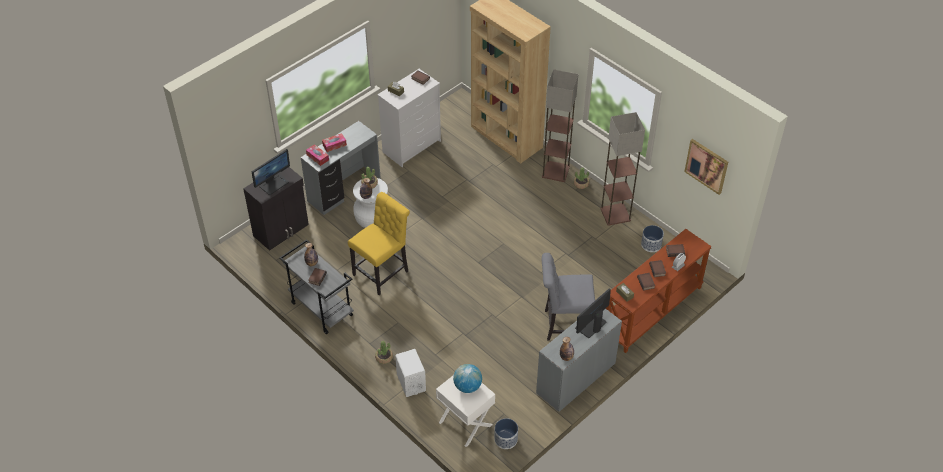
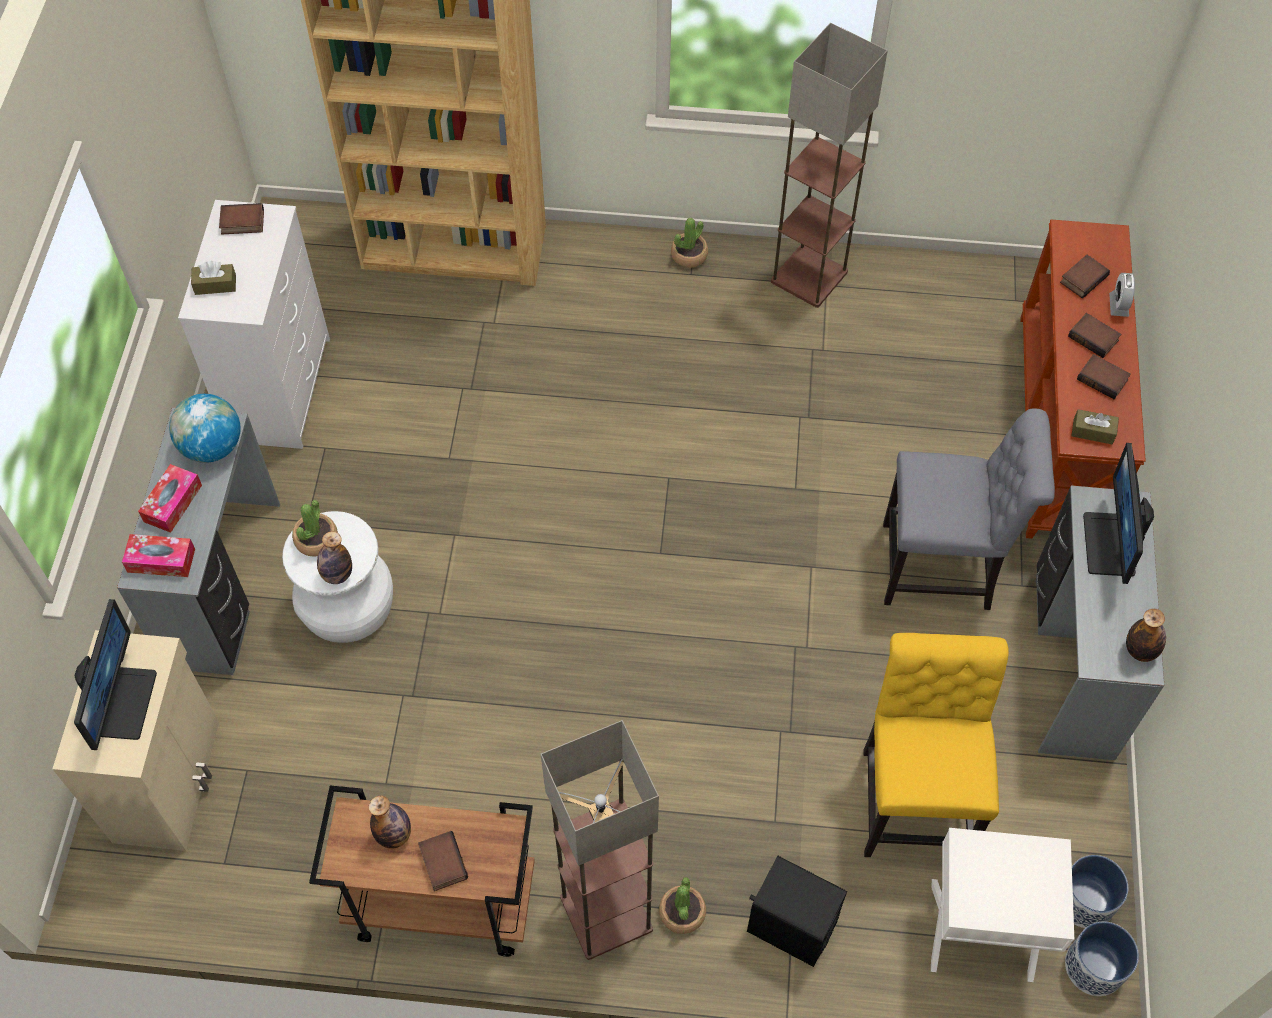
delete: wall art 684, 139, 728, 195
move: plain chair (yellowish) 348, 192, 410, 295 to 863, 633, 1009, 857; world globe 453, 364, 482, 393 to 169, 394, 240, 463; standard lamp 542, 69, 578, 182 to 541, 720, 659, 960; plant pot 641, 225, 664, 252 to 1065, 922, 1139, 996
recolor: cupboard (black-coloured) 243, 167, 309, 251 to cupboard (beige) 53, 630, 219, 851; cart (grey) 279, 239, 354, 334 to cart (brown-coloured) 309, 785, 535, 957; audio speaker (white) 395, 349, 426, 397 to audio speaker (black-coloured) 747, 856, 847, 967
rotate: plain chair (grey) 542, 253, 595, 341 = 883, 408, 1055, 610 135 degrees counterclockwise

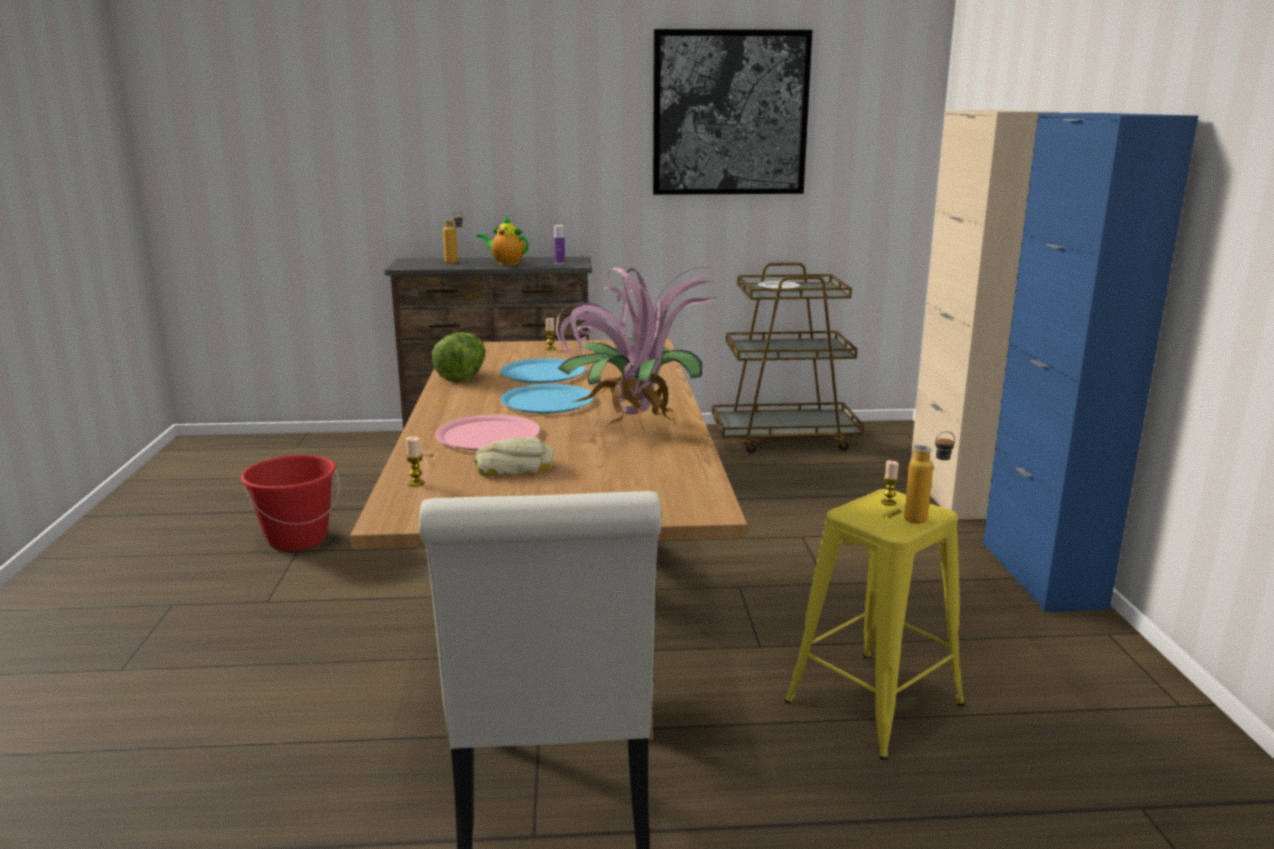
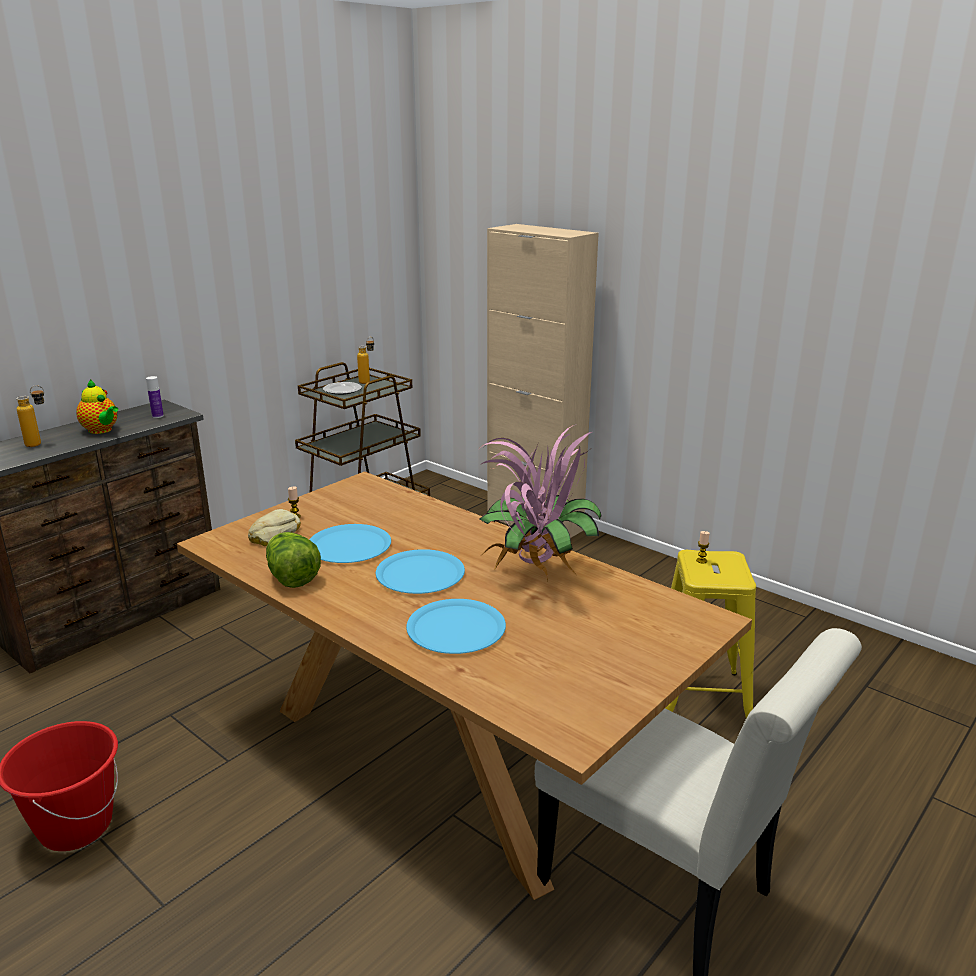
delete: wax candle 406, 436, 425, 487; wall art 653, 29, 813, 195; cupboard (bluish) 983, 113, 1198, 612
move: bread 474, 437, 553, 476 to 248, 509, 301, 546; drink bottle 904, 431, 955, 524 to 357, 337, 374, 384
recolor: dinner plate (pinkish) 435, 414, 540, 451 to dinner plate (bluish) 406, 599, 506, 654
rotate: pot for tea 477, 216, 529, 266 = 76, 380, 118, 434 120 degrees counterclockwise

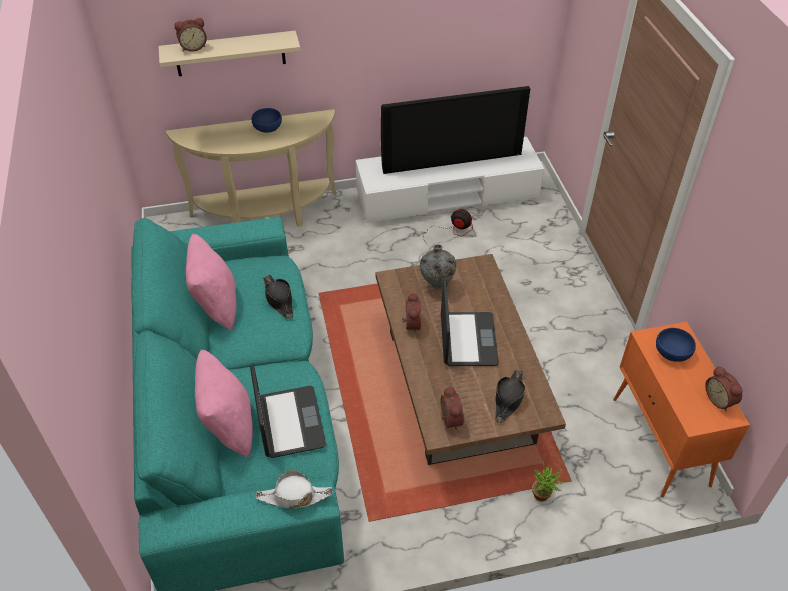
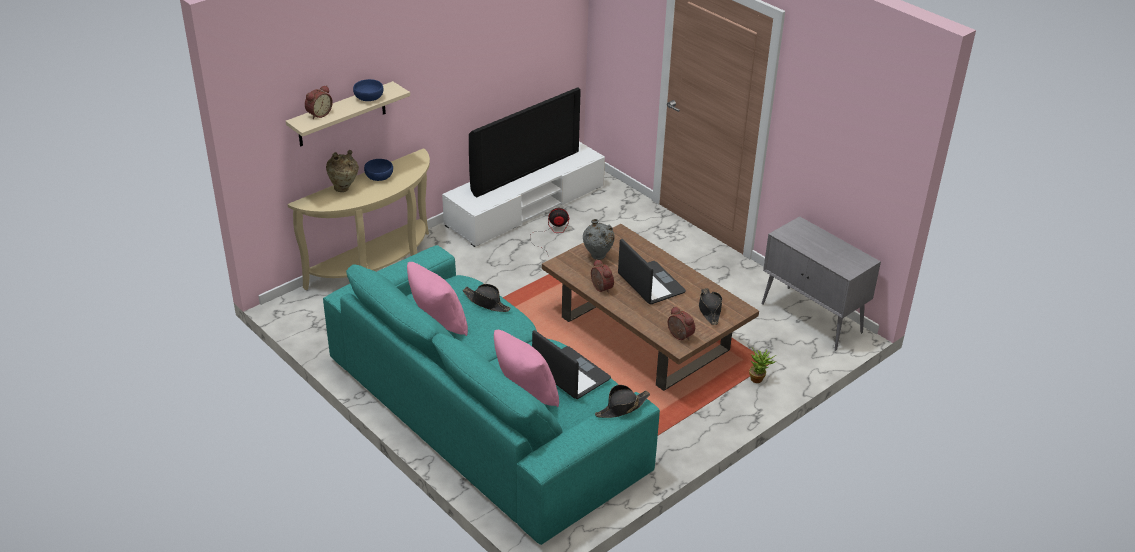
delete: alarm clock 705, 366, 742, 411
insert: flower vase (beige) 326, 150, 359, 192
move: serving bowl (bluish) 656, 328, 696, 362 to 353, 79, 383, 101
recolor: wearable hat (white) 256, 470, 332, 508 to wearable hat (black-coloured) 595, 385, 650, 418; cupboard (orange) 613, 322, 750, 497 to cupboard (grey) 762, 216, 881, 350

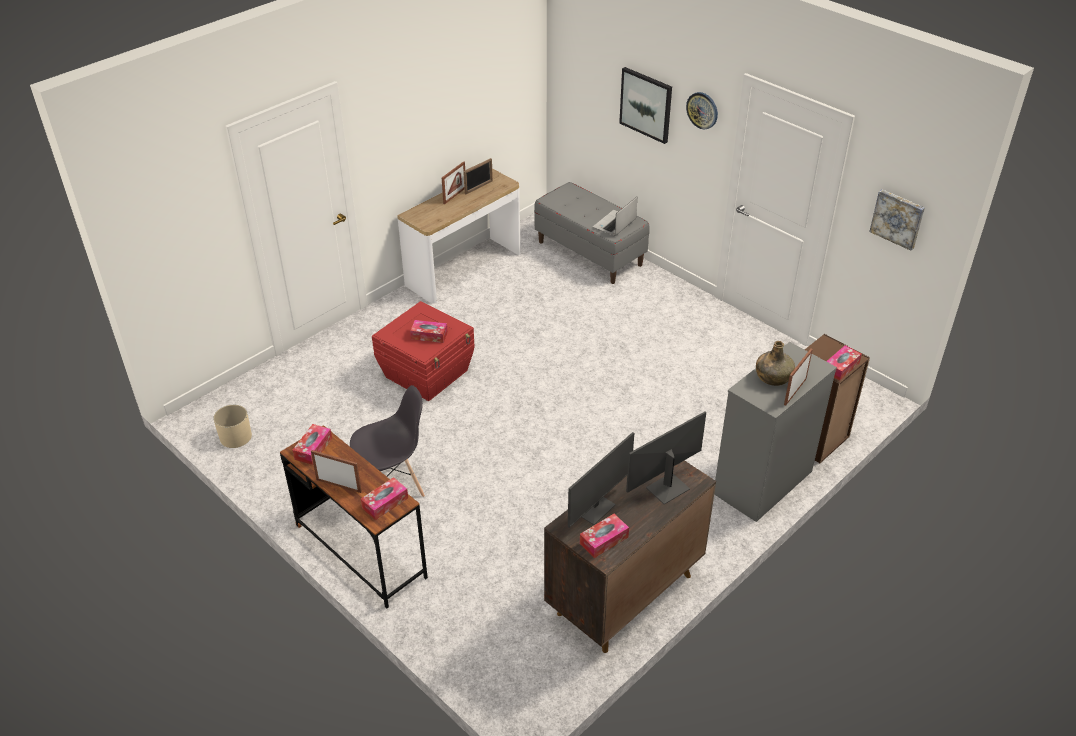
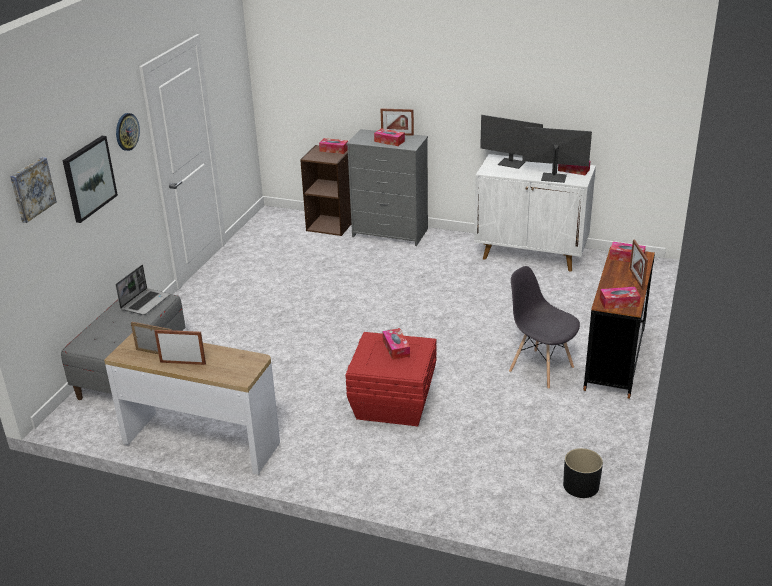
move: wall art 869, 189, 925, 251 to 10, 157, 57, 223
replace: drink bottle (green-coloured) 756, 341, 795, 386 to box of tissues 374, 128, 405, 146
recolor: plant pot (beige) 213, 405, 252, 448 to plant pot (black-coloured) 563, 448, 603, 498; cupboard (brown-coloured) 544, 460, 716, 653 to cupboard (white) 474, 154, 596, 272
rotate: notebook computer 593, 196, 637, 236 = 116, 265, 170, 315 75 degrees counterclockwise

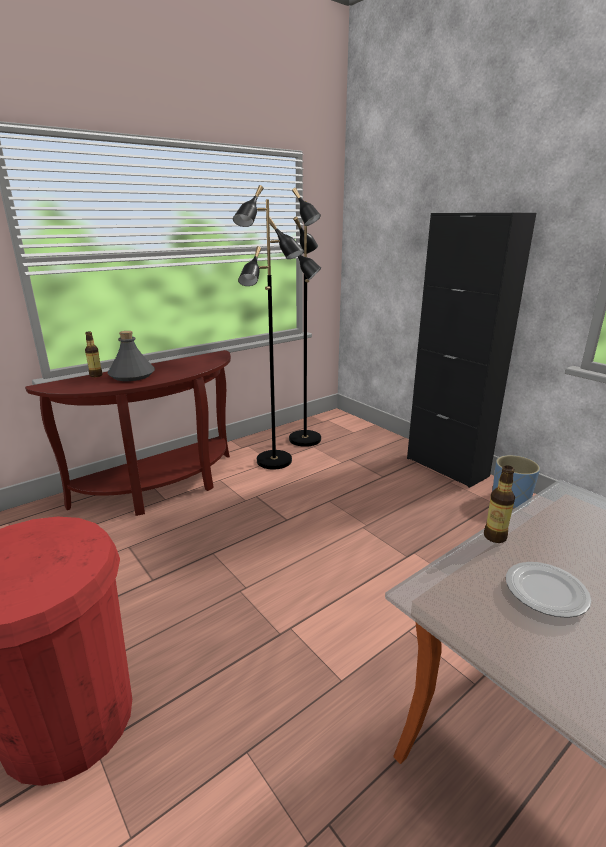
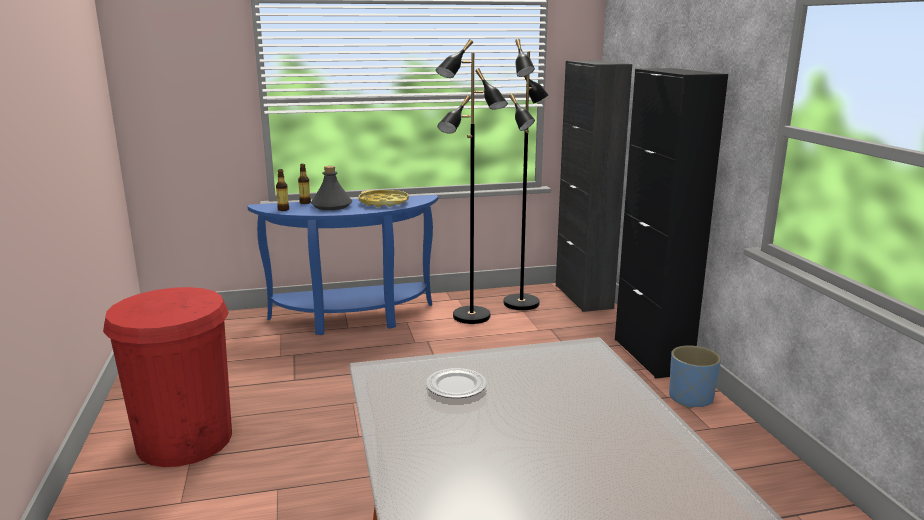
insert: serving tray (yellowish) 359, 190, 409, 208; cupboard (black-coloured) 556, 60, 632, 312
move: drink bottle 484, 465, 515, 543 to 276, 169, 289, 211
recolor: narrow table (brown-coloured) 25, 350, 231, 516 to narrow table (bluish) 248, 195, 438, 335

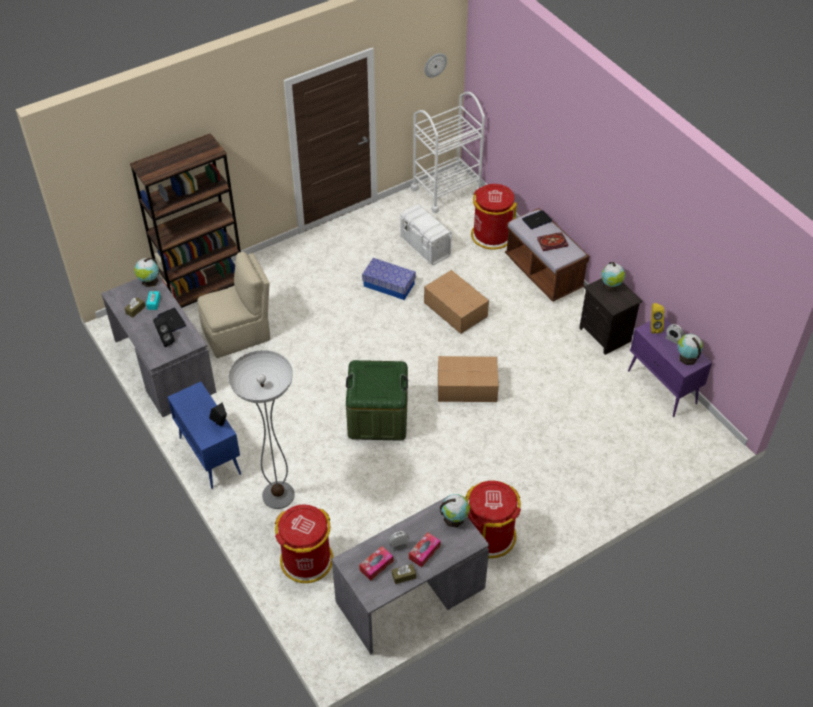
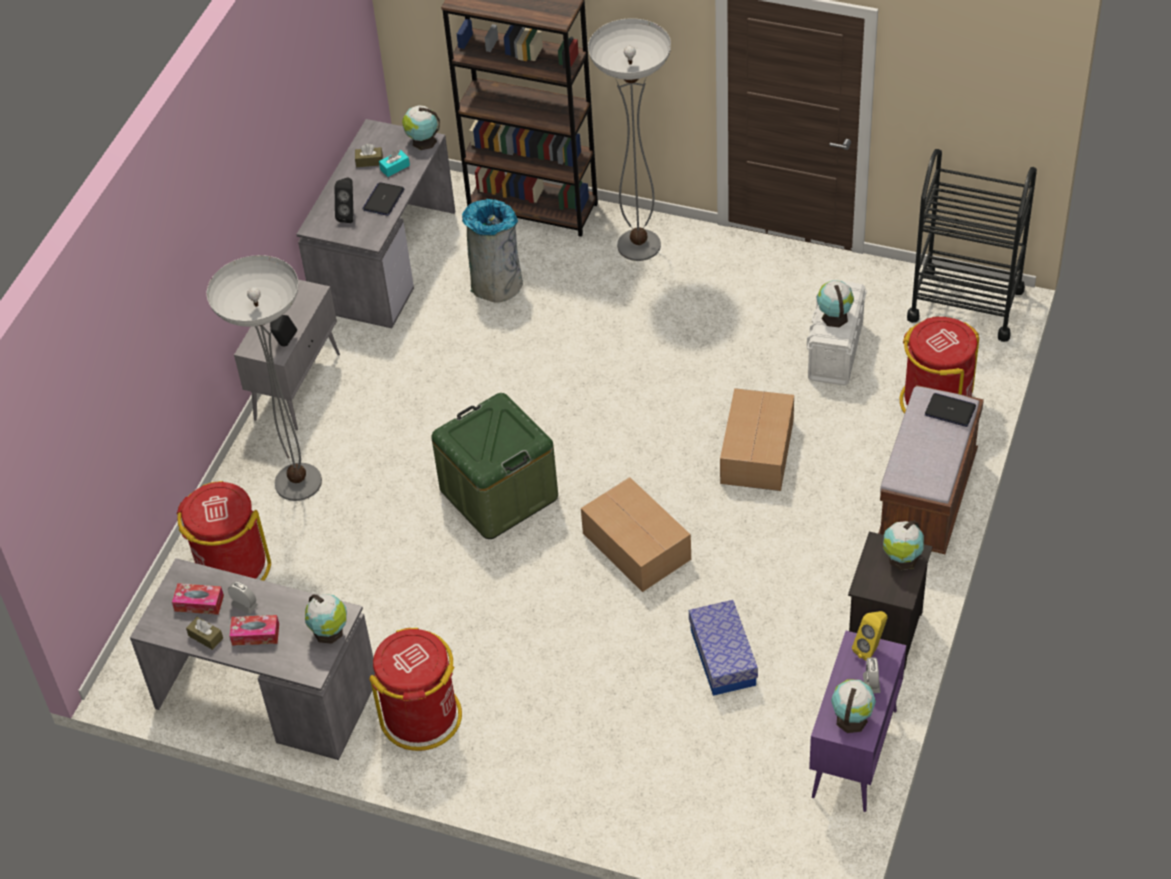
delete: clock on the wall 424, 53, 447, 78; bound book 537, 232, 568, 251
insert: standard lamp 588, 18, 671, 261; world globe 817, 280, 854, 327
move: storage bin 362, 258, 416, 300 to 689, 600, 758, 696
replace: plain chair (beige) 197, 252, 270, 358 to waste bin (grey) 462, 199, 523, 302
recolor: cupboard (bluish) 167, 382, 241, 489 to cupboard (grey) 234, 279, 340, 431; cart (white) 411, 92, 485, 213 to cart (black-coloured) 907, 149, 1037, 342

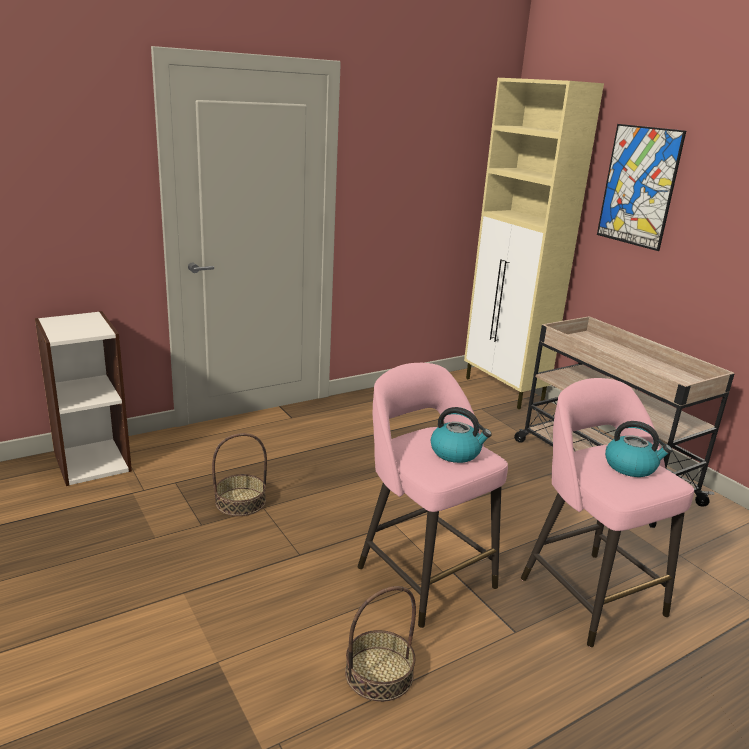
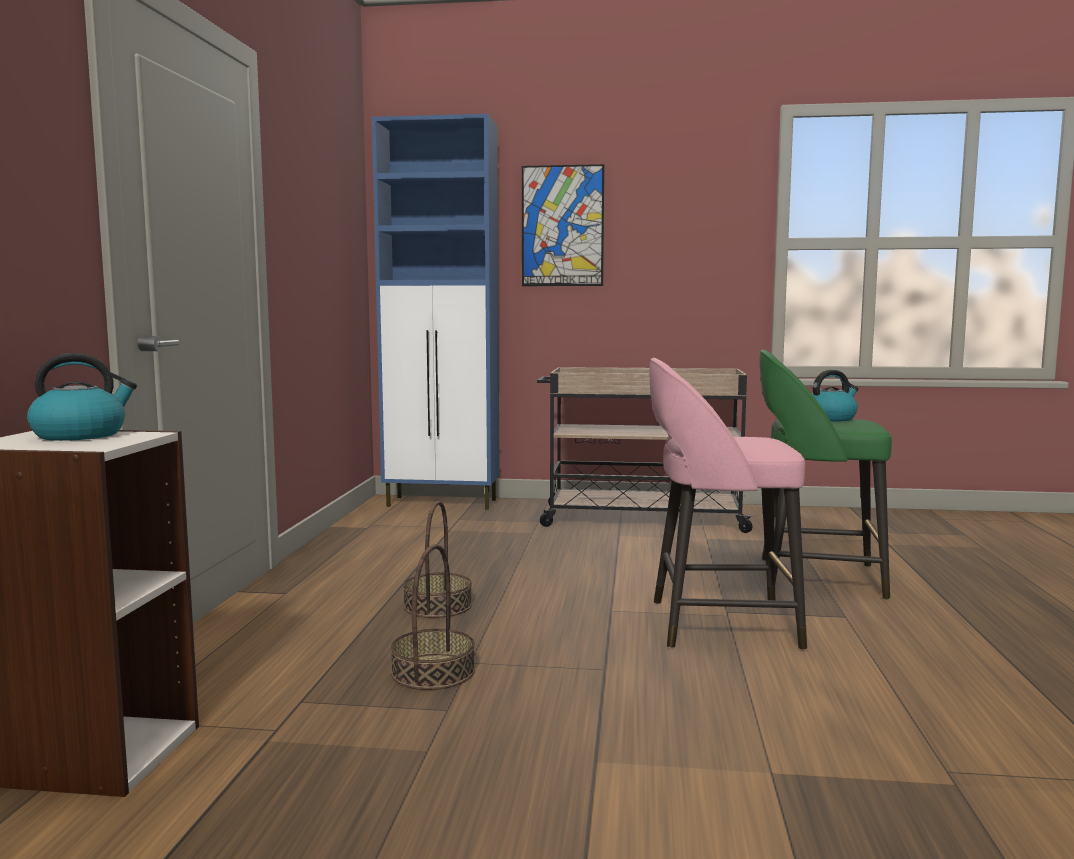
move: storage basket 345, 586, 416, 702 to 403, 501, 472, 618; tea kettle 431, 407, 492, 463 to 27, 353, 137, 441
recolor: cupboard (beige) 464, 78, 604, 409 to cupboard (bluish) 372, 114, 500, 510; stool (pinkish) 521, 378, 694, 647 to stool (green-coloured) 759, 350, 892, 599

